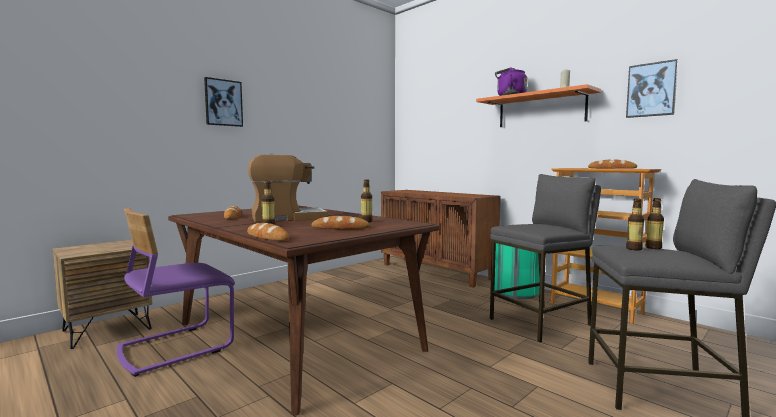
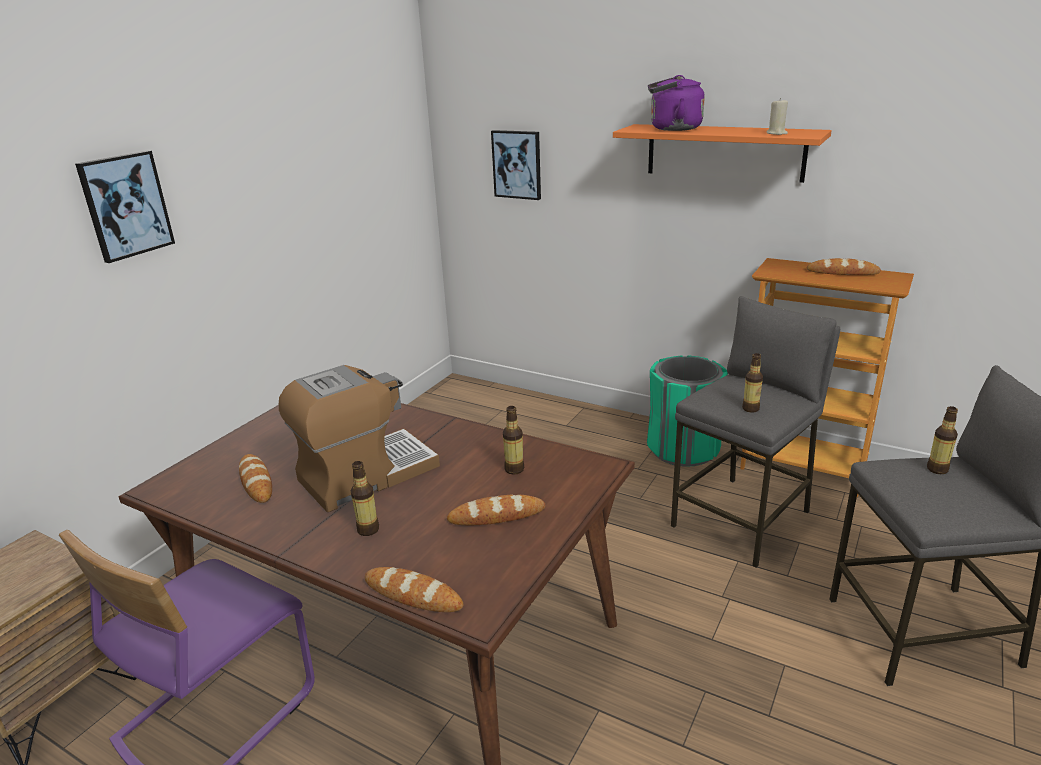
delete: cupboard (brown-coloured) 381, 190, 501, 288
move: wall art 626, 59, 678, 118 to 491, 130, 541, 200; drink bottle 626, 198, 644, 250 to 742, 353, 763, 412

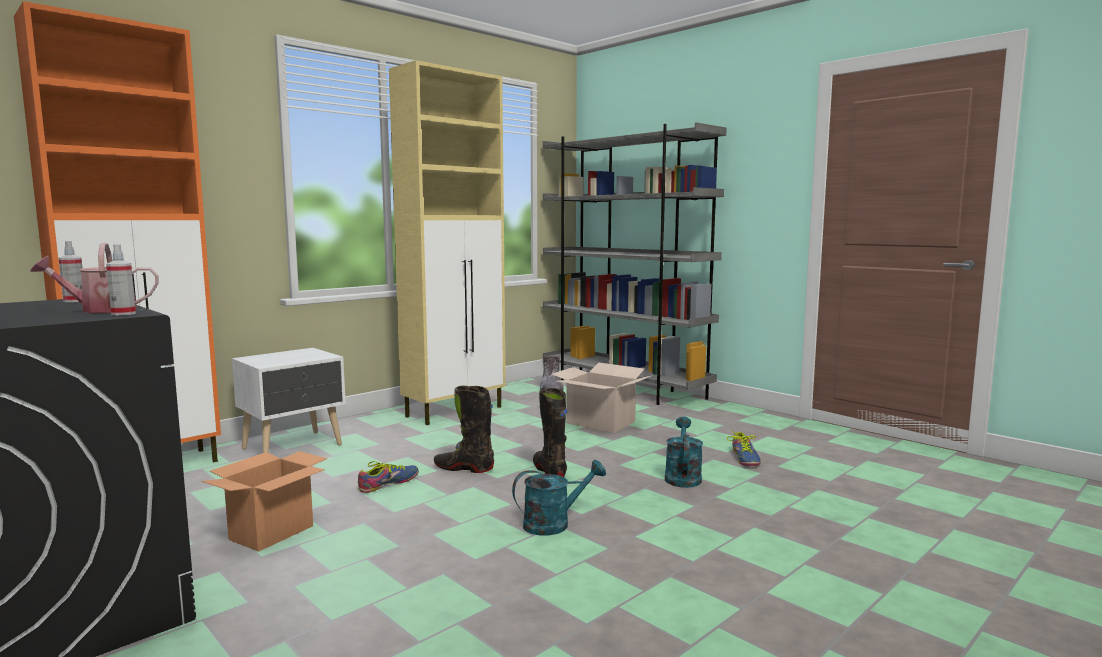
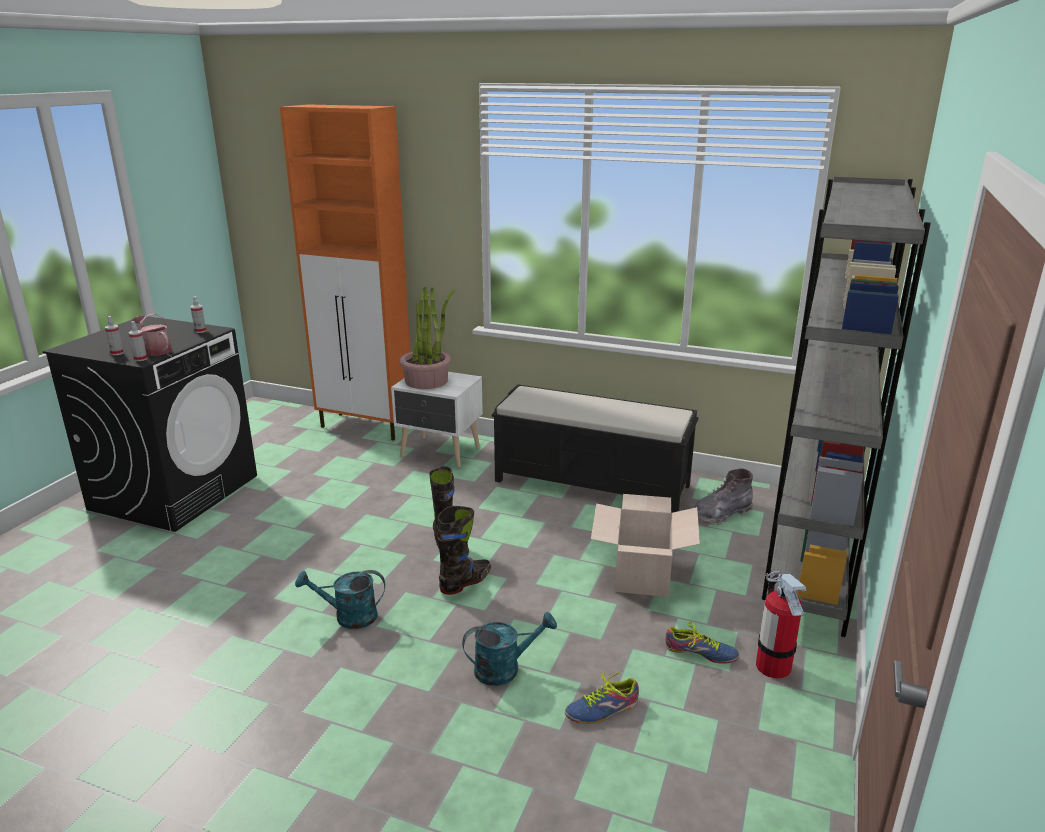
delete: packing box 202, 451, 327, 552
insert: hand sprayer 105, 316, 124, 355; plant in a pot 400, 287, 454, 389; extinguisher 756, 571, 806, 679
move: shoe 358, 461, 419, 493 to 665, 622, 739, 664
replace: cupboard (beige) 389, 60, 506, 425 to long seat (black-coloured) 492, 384, 699, 513
rotate: watering pot (turquoise) 512, 460, 606, 536 = 295, 570, 385, 629 135 degrees clockwise

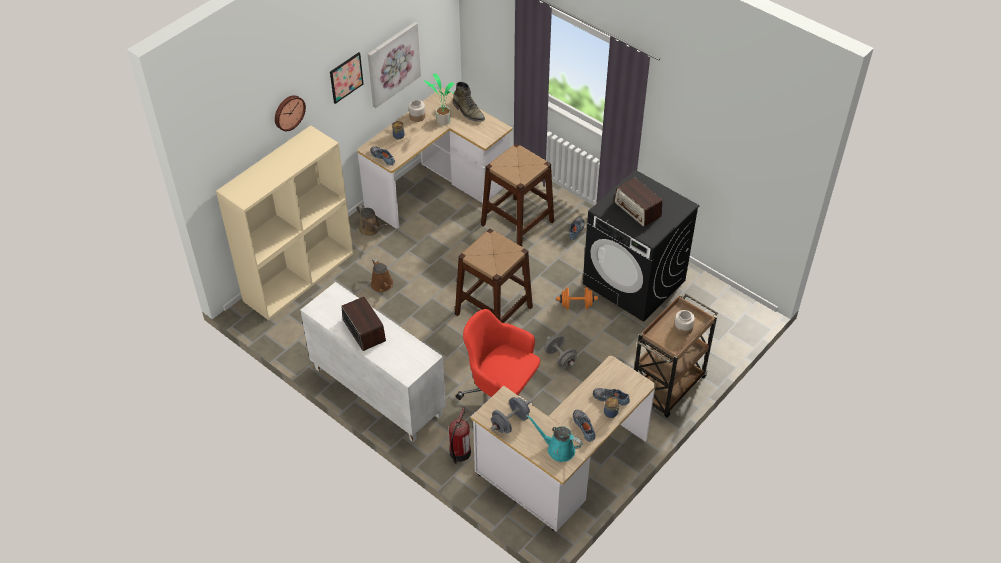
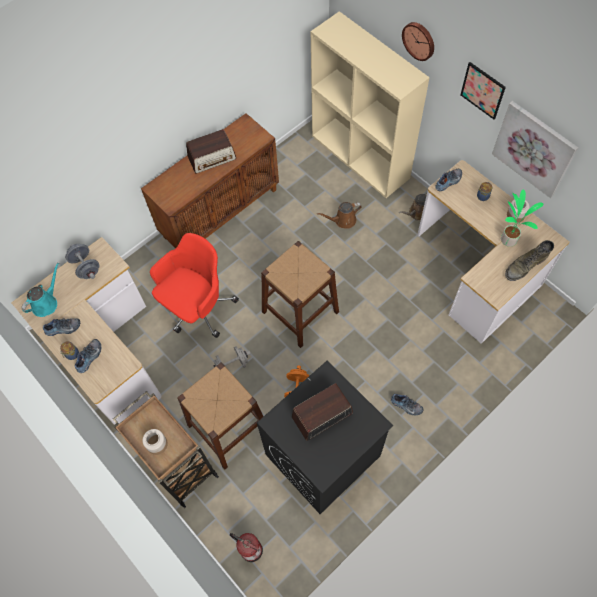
move: extinguisher 449, 407, 471, 464 to 230, 533, 263, 562; stool (brown-coloured) 481, 143, 554, 247 to 177, 362, 264, 470
recolor: cupboard (white) 300, 282, 446, 442 to cupboard (brown-coloured) 141, 113, 279, 248

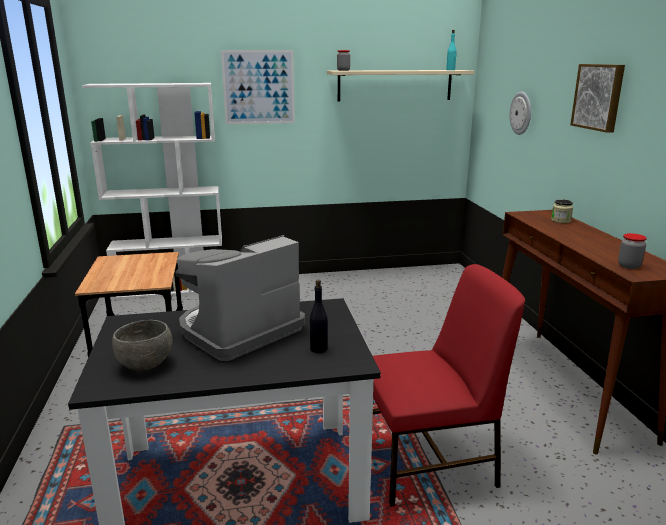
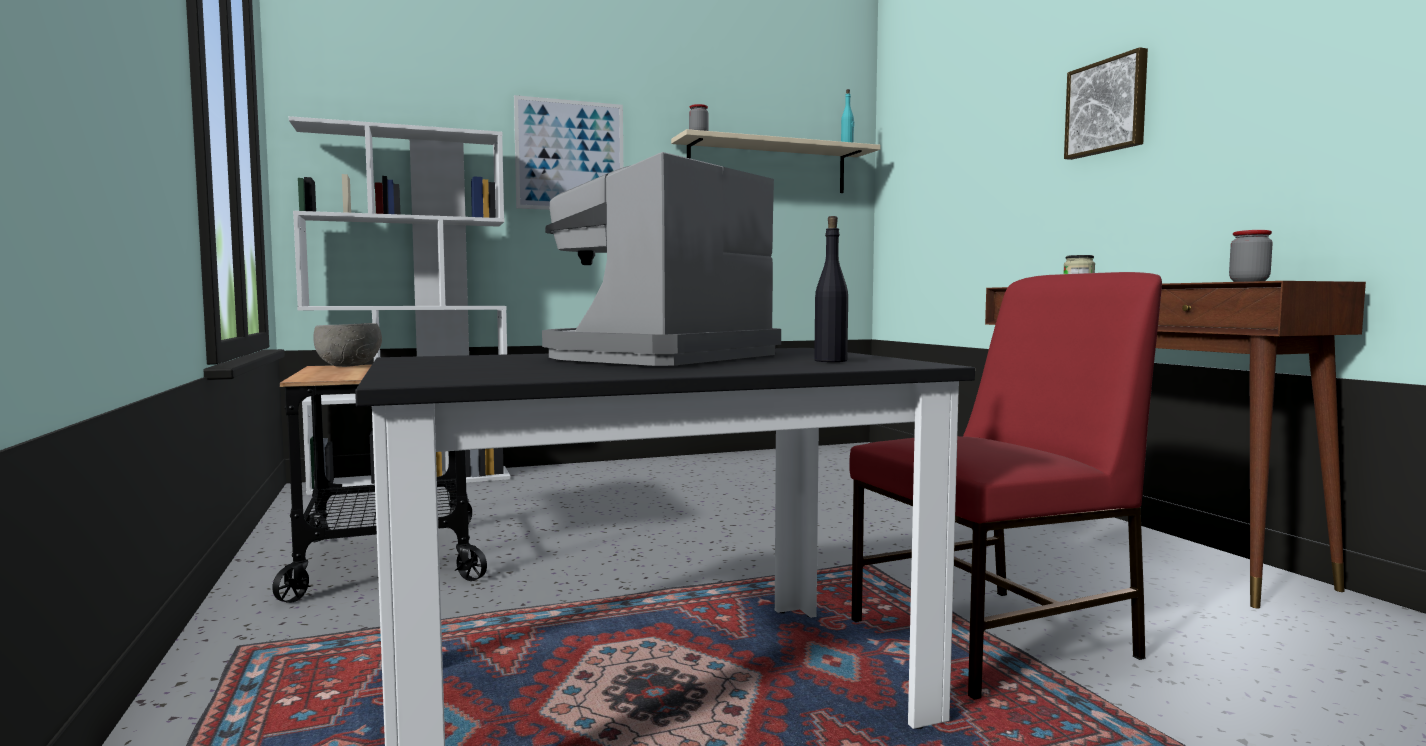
delete: clock on the wall 510, 92, 531, 135
move: serving bowl (grey) 112, 320, 173, 370 to 313, 323, 382, 367

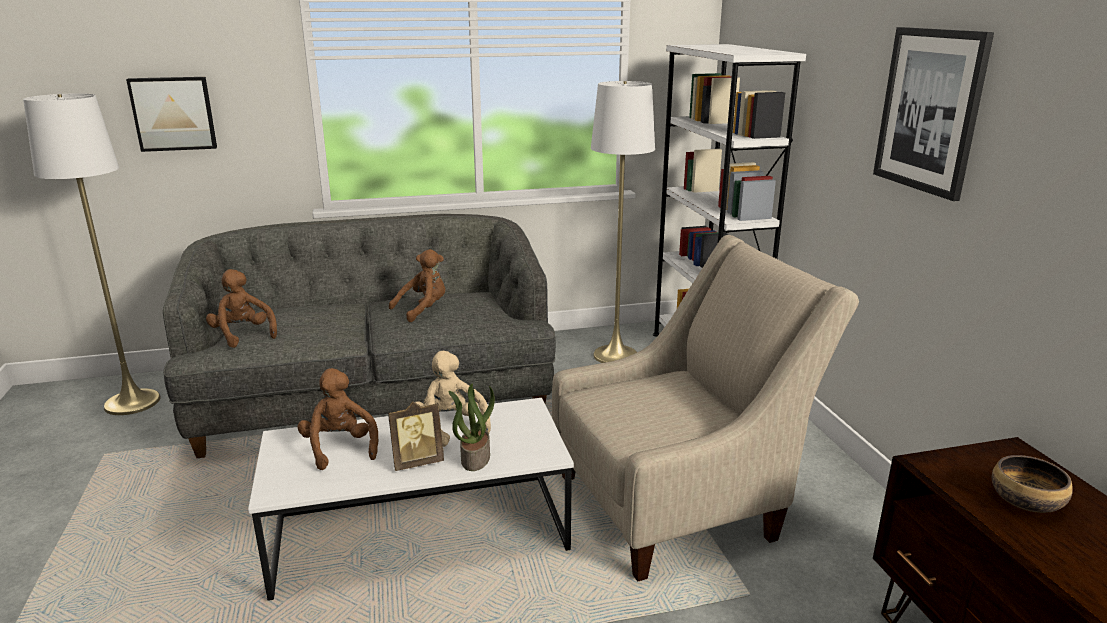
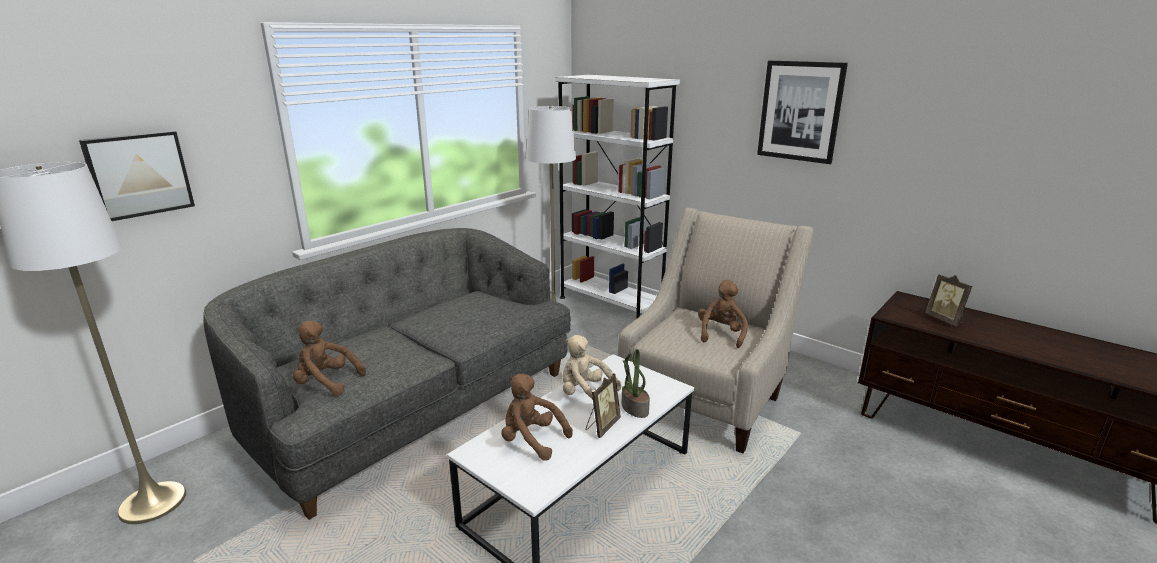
move: plush toy (brown-coloured) 389, 249, 445, 322 to 698, 280, 748, 348
replace: serving bowl 992, 455, 1073, 513 to picture frame 925, 274, 972, 326

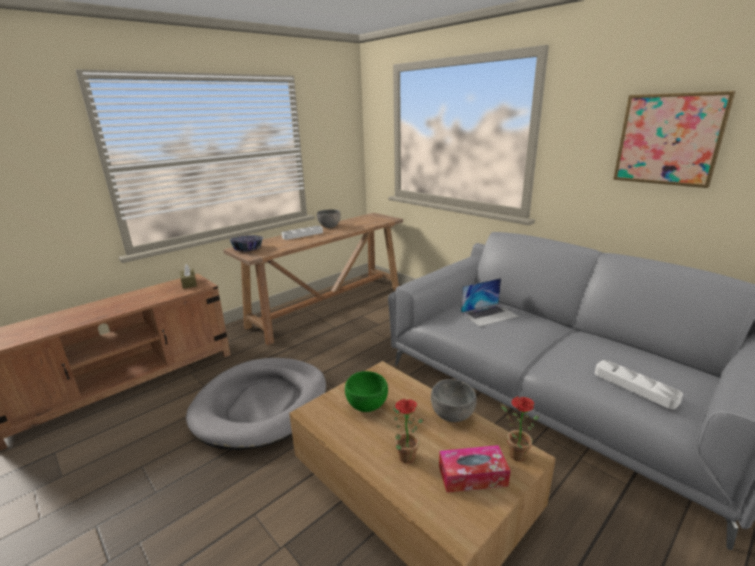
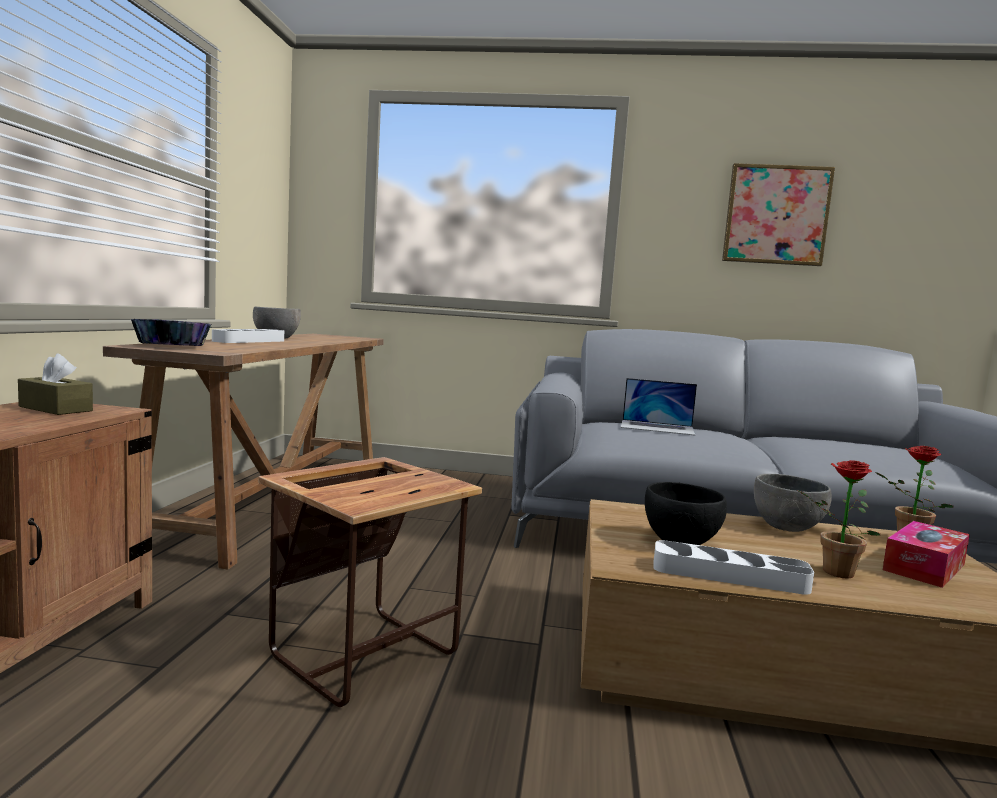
move: serving tray (white) 595, 360, 683, 409 to 653, 540, 814, 595
replace: dog bed (grey) 186, 358, 326, 450 to end table 258, 457, 482, 707
recolor: serving bowl (green-coloured) 345, 371, 388, 412 to serving bowl (black-coloured) 645, 482, 727, 545
rotate: notebook computer 461, 278, 519, 327 = 621, 378, 697, 436 75 degrees clockwise

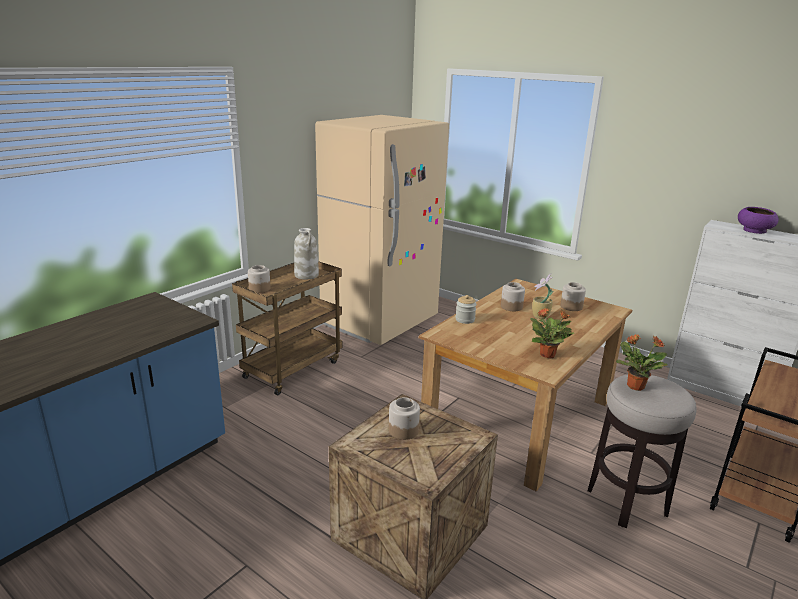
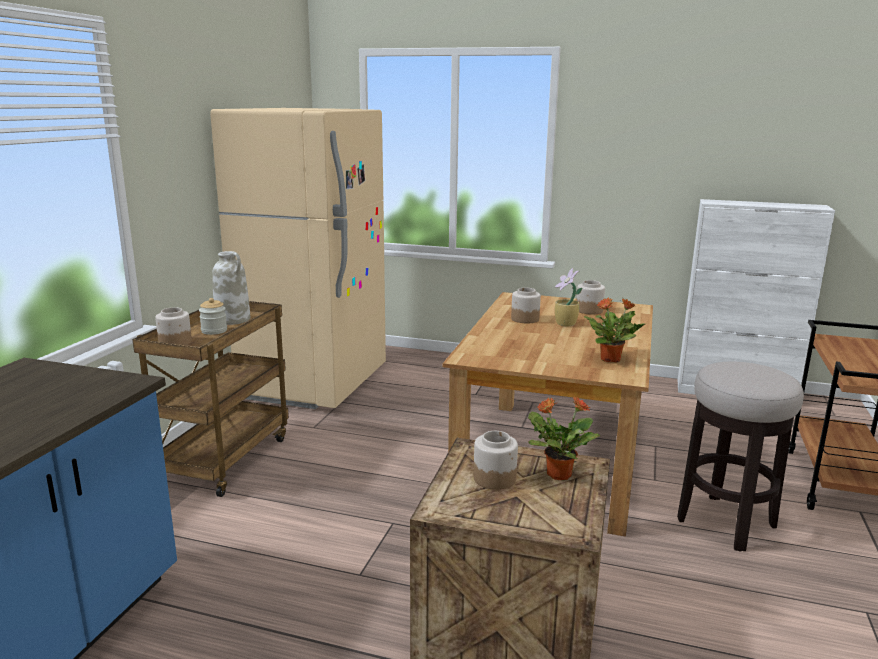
delete: serving bowl (purplish) 738, 207, 779, 234
move: storage jar 455, 295, 477, 324 to 199, 298, 227, 335; plant in a pot 616, 334, 667, 391 to 528, 396, 600, 480

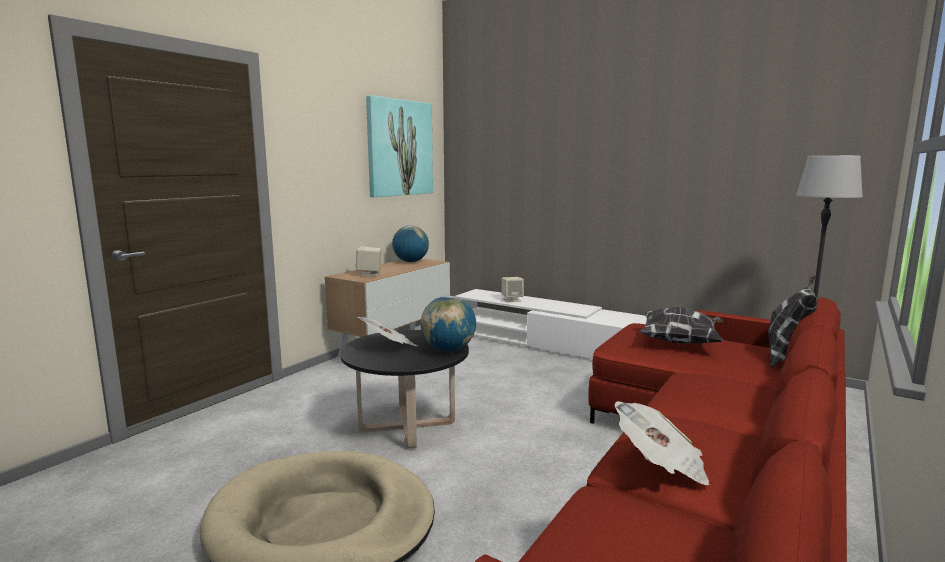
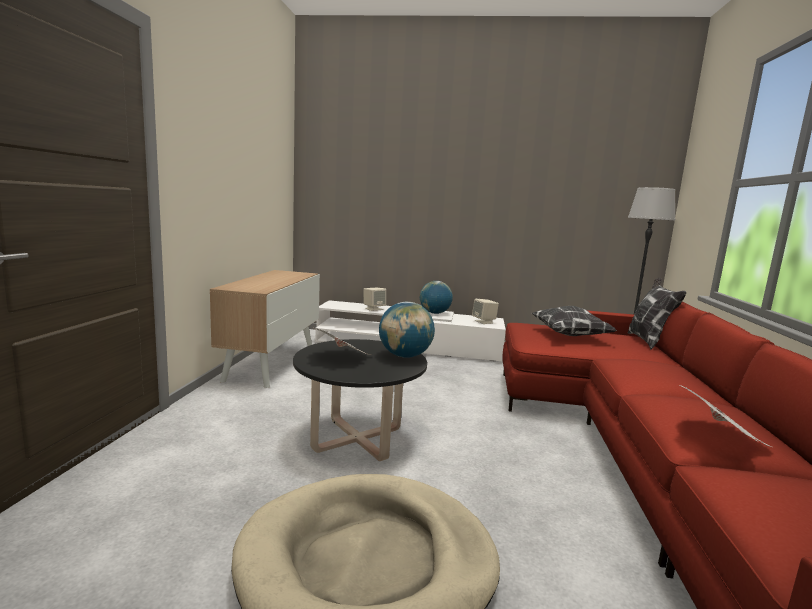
delete: wall art 366, 95, 433, 197
move: audio speaker (beige) 356, 246, 382, 276 to 472, 299, 499, 324; world globe 392, 226, 429, 262 to 420, 281, 453, 314

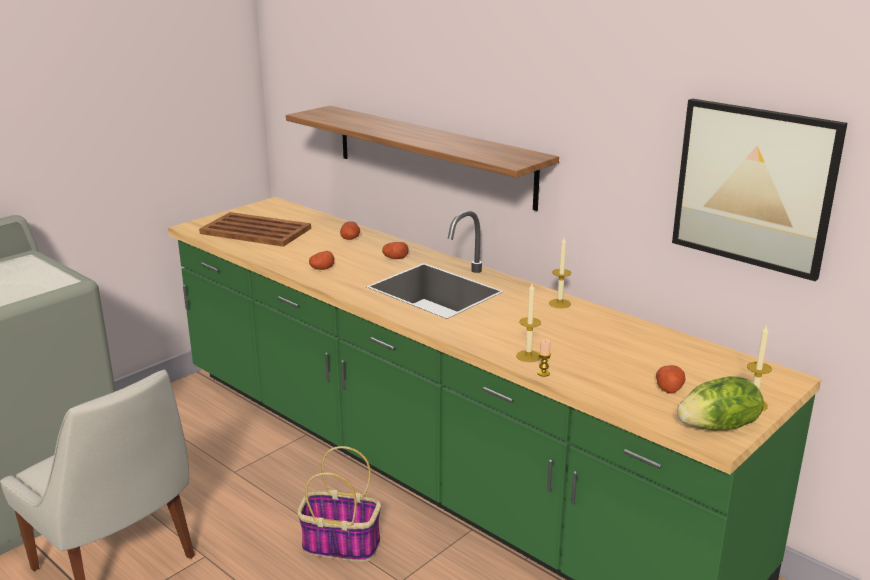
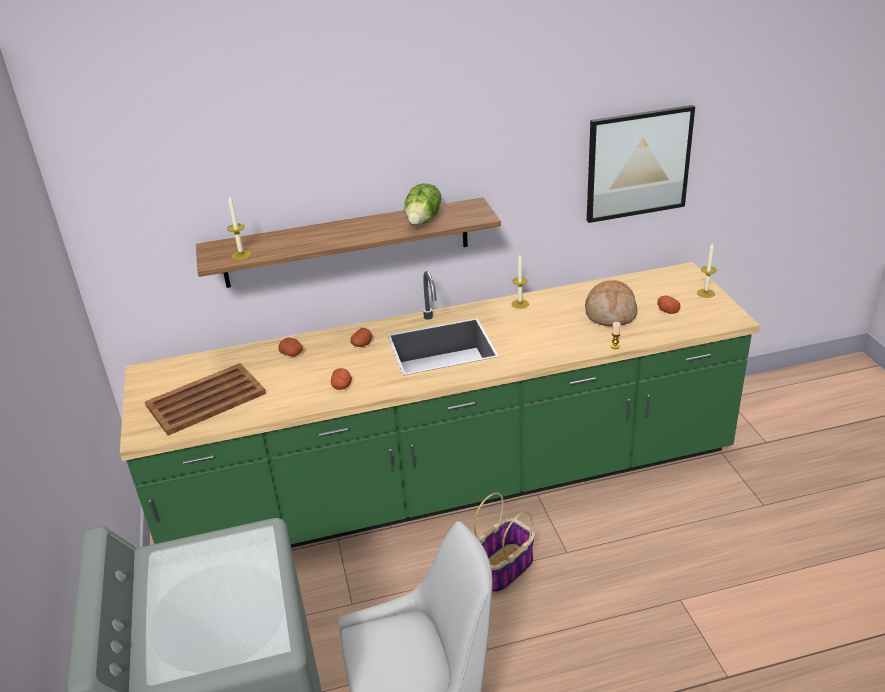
insert: bread 585, 280, 637, 327
move: wax candle 516, 283, 541, 362 to 227, 196, 252, 260; head of lettuce 677, 376, 764, 430 to 404, 183, 441, 225

